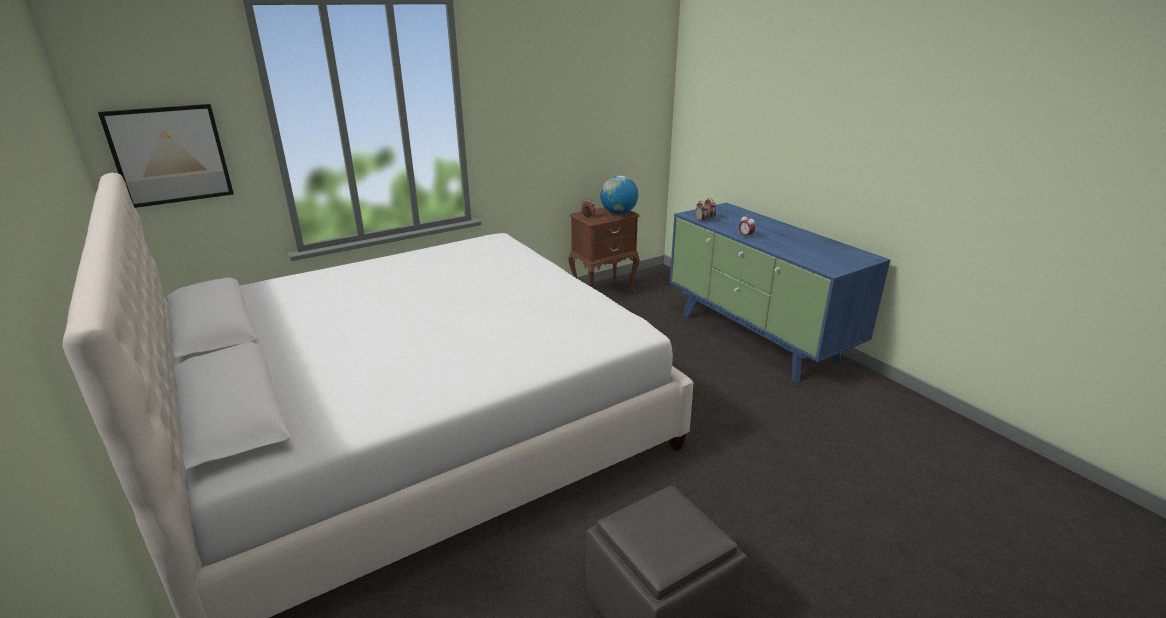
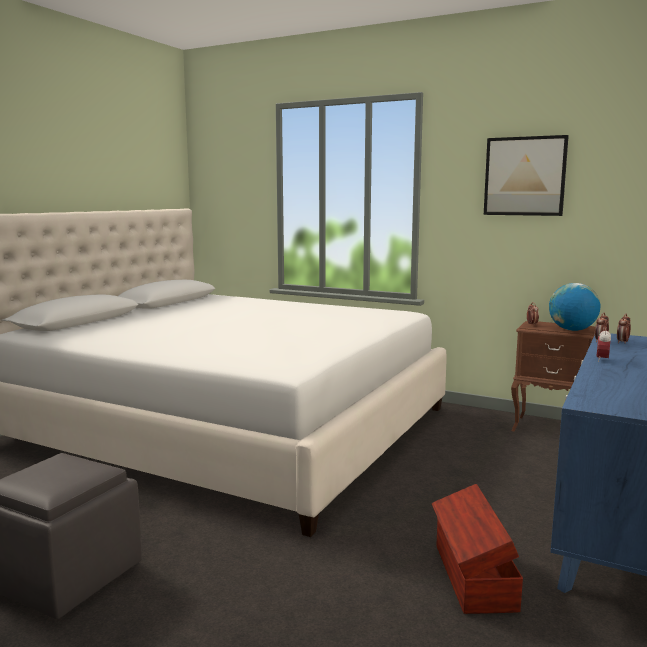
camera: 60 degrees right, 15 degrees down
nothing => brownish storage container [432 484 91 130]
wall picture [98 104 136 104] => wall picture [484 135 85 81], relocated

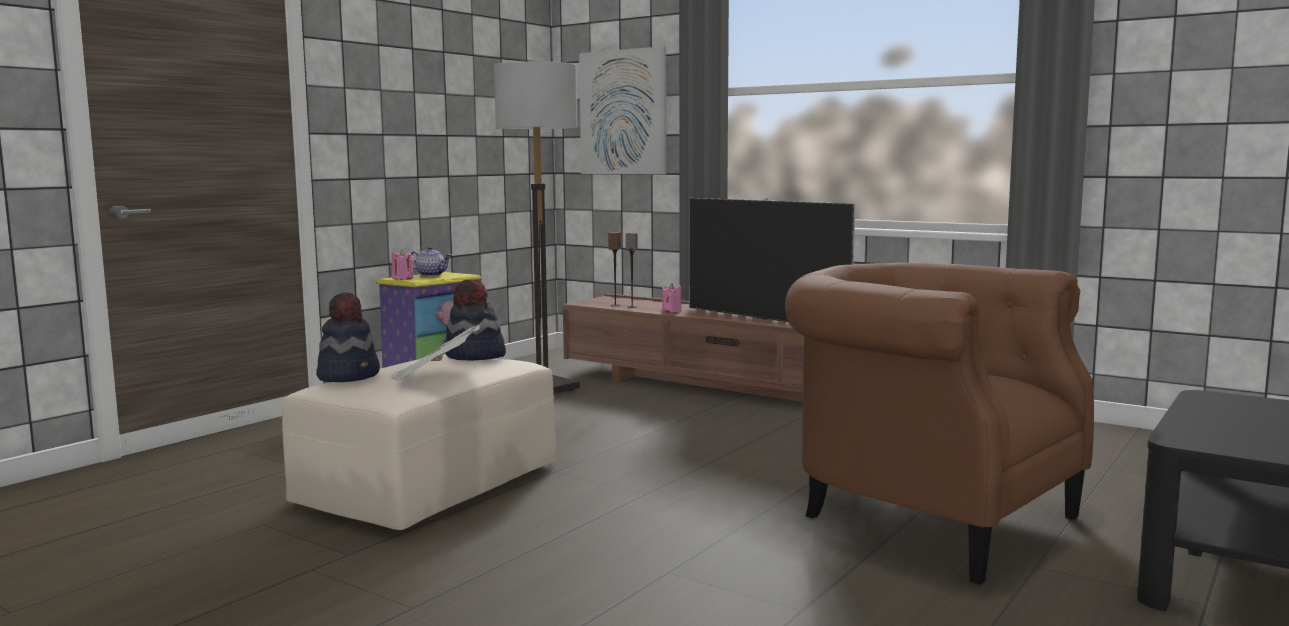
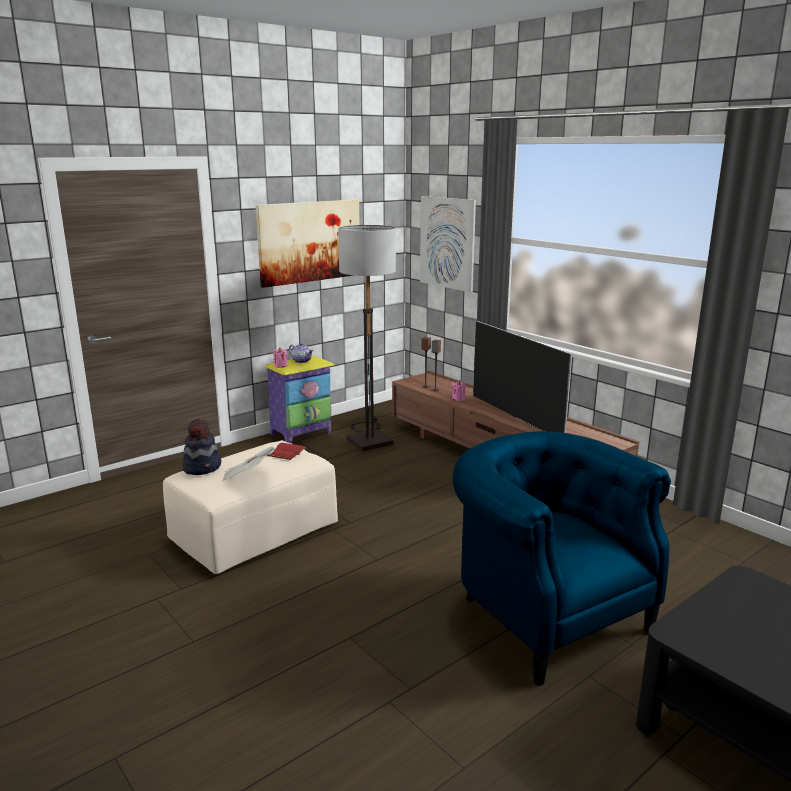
camera: 15 degrees right, 10 degrees up
nothing => wall picture [256 199 104 89]
clothing hat [445 280 61 80] => red-coloured bound book [267 443 40 17]
brownish armchair [785 263 309 322] => blue armchair [453 431 218 255]

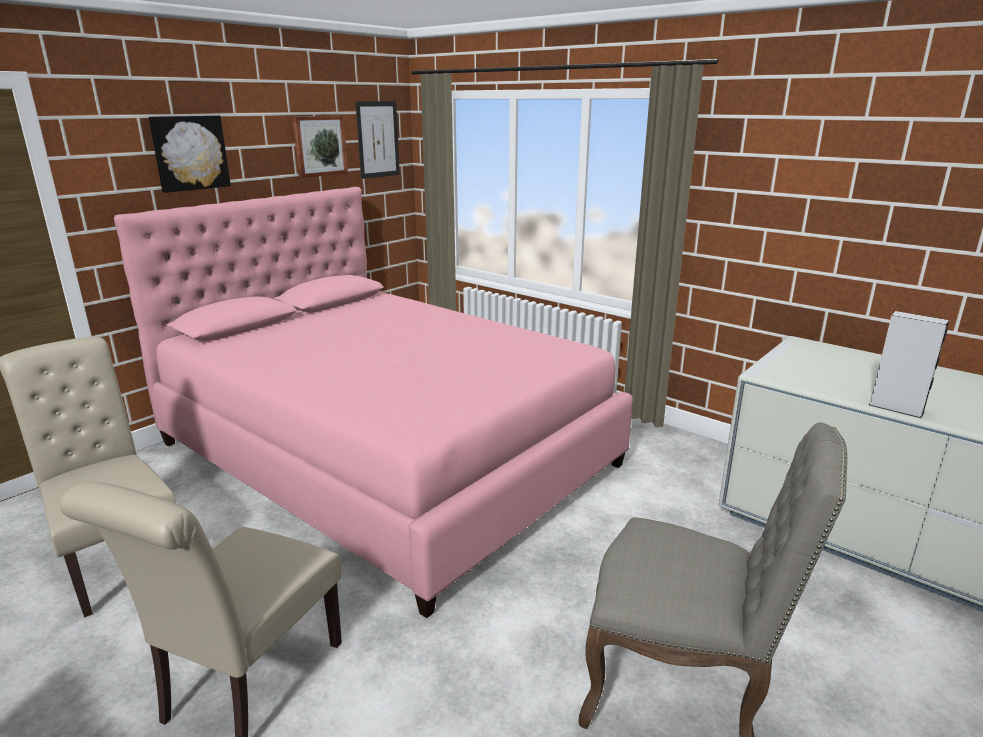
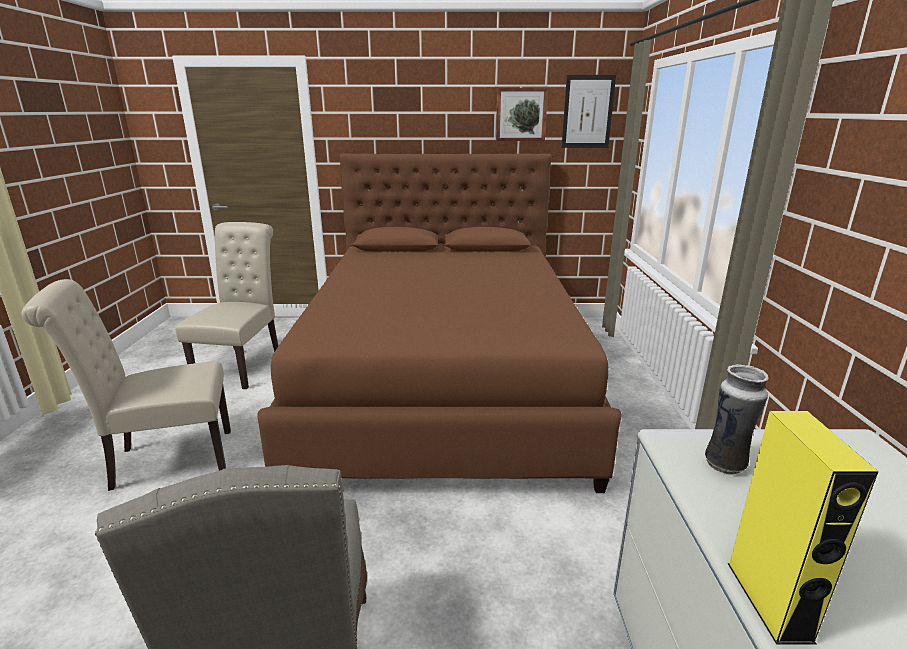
camera: 50 degrees right, 0 degrees up
wall picture [149 116 82 77] => nothing
nothing => decorative vase [705 364 64 110]
pink-coloured sleeping bed [114 187 519 431] => brownish sleeping bed [257 153 364 340]
gray audio speaker [869 311 80 107] => yellow audio speaker [727 411 152 234]

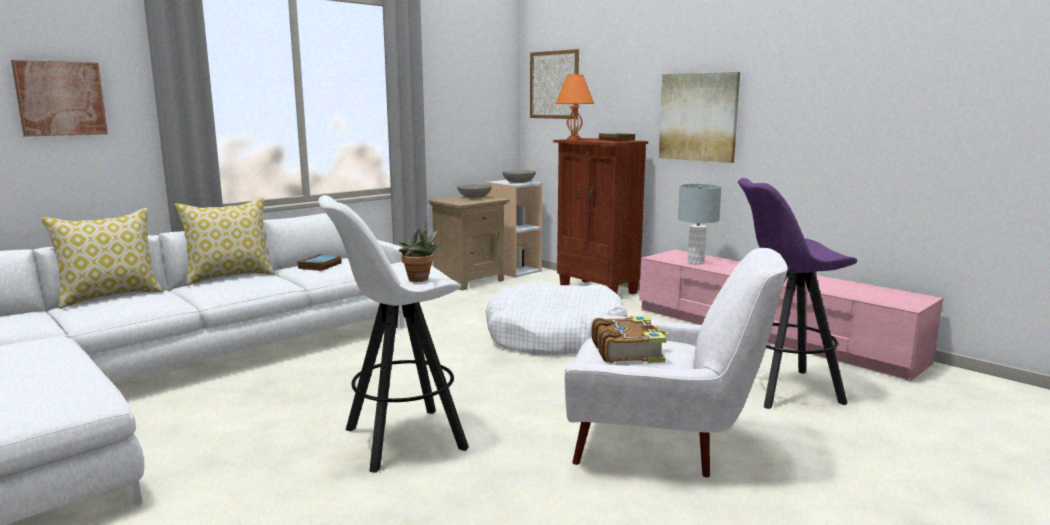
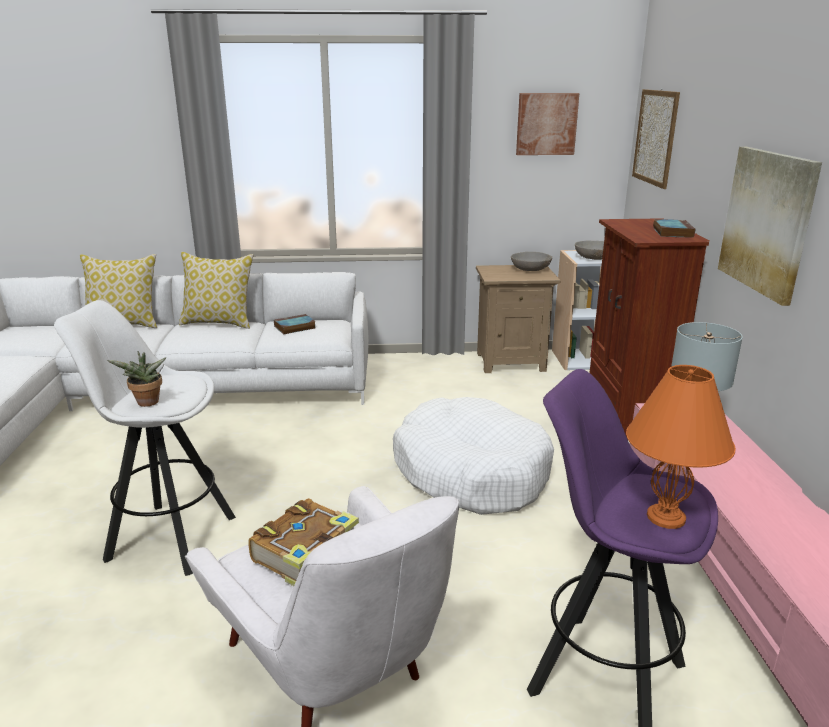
camera: 40 degrees right, 10 degrees up
wall picture [11 60 97 77] => wall picture [516 93 63 62], relocated
orangey lamp for a table [555 73 40 67] => orangey lamp for a table [626 365 110 164], relocated

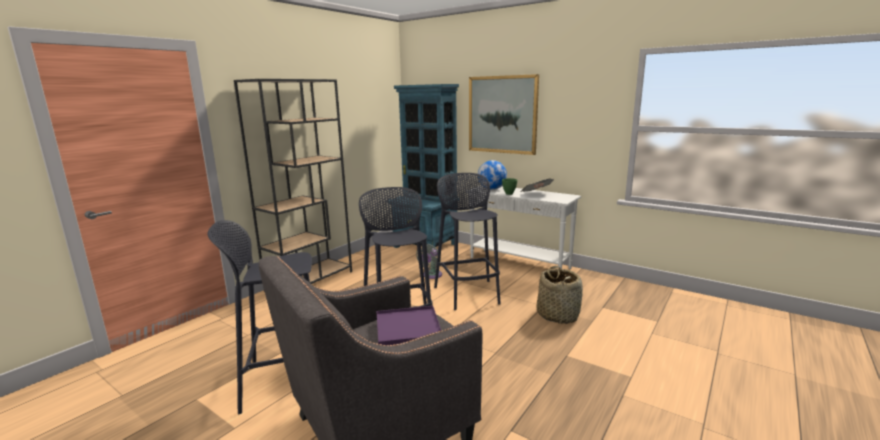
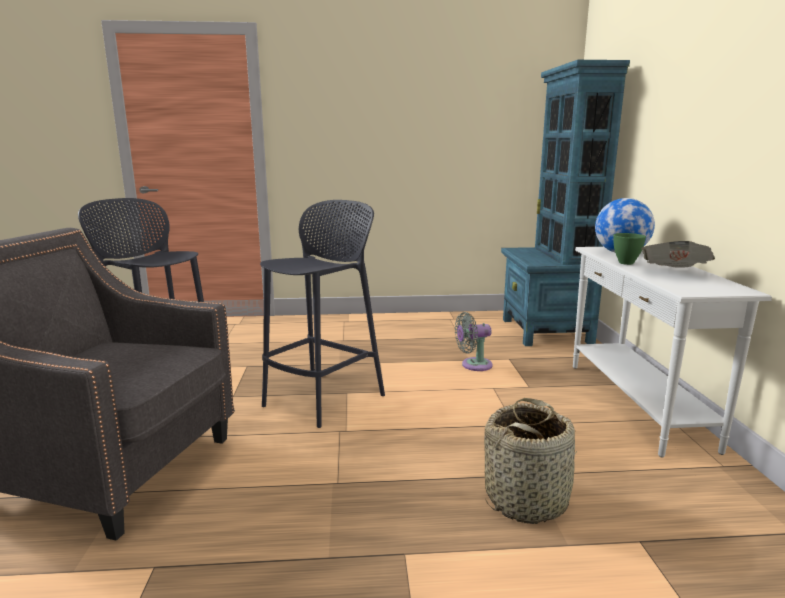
camera: 50 degrees right, 0 degrees up
bookshelf [234 79 118 213] => nothing
purple-coloured tray [376 306 65 39] => nothing
gray stool [434 173 67 137] => nothing
wall picture [469 74 70 81] => nothing

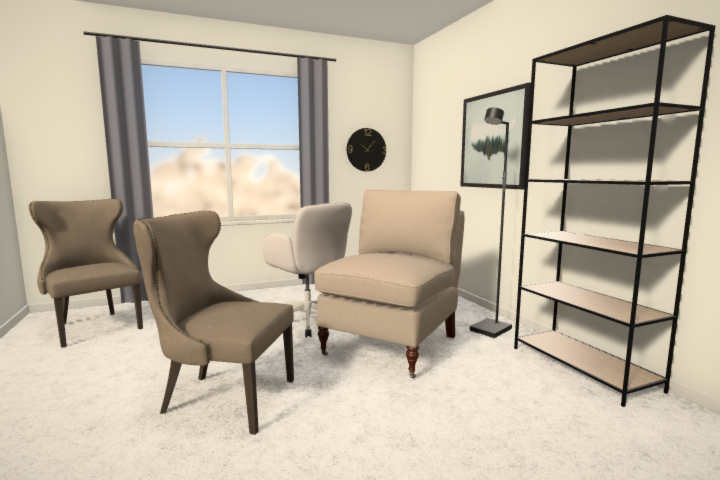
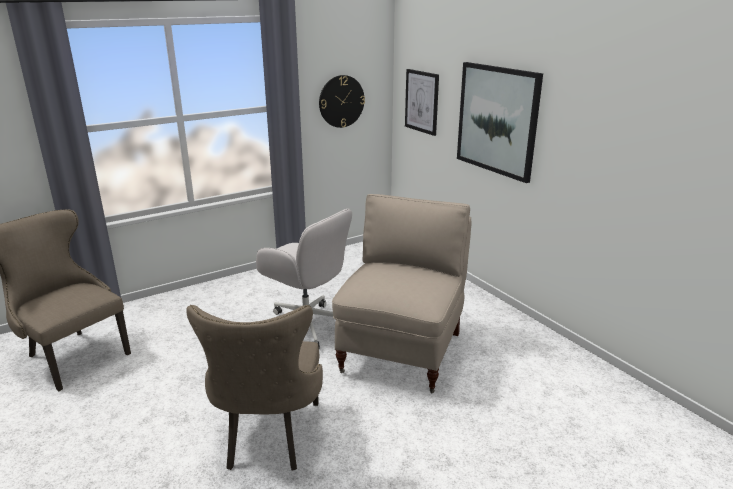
camera: 10 degrees left, 15 degrees up
blackish floor lamp [470 108 42 230] => nothing
sand-coloured bookshelf [514 15 201 392] => nothing
nothing => wall picture [405 69 34 67]
sand-coloured plain chair [133 211 161 224] => sand-coloured plain chair [186 305 137 166], 90 degrees counterclockwise

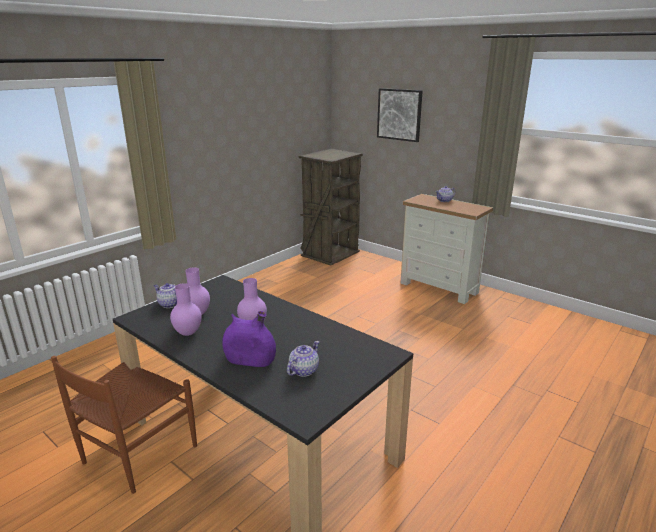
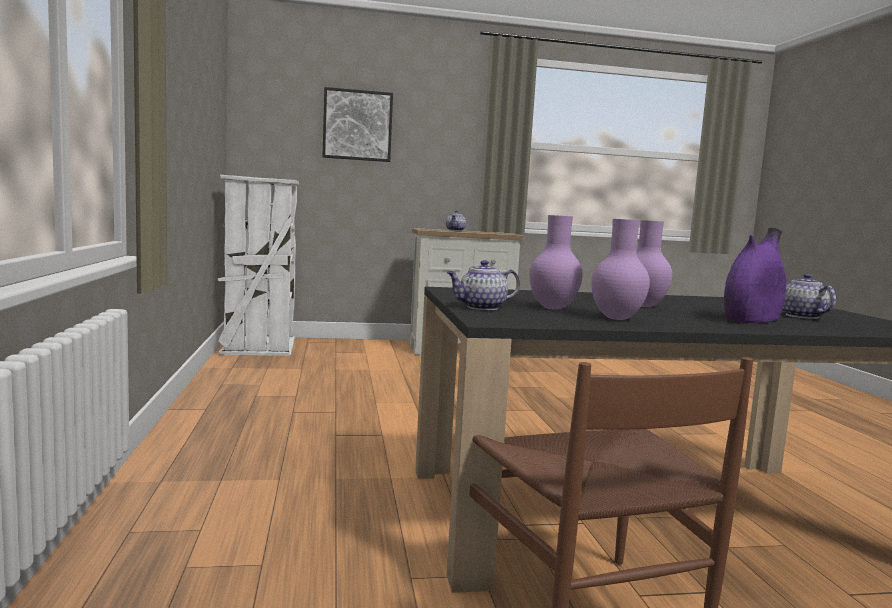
camera: 50 degrees left, 15 degrees down
brownish bookshelf [298 149 65 117] => white-coloured bookshelf [218 175 81 181]

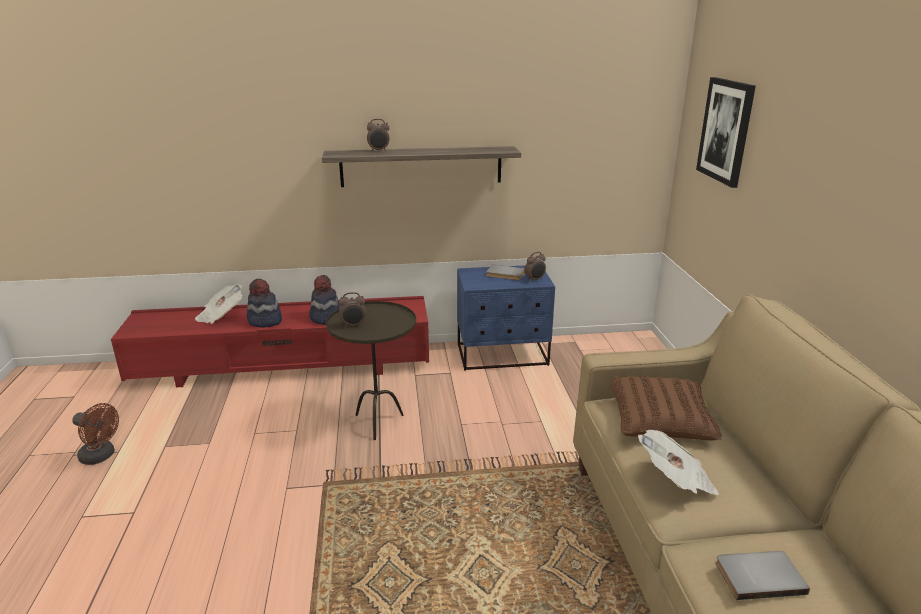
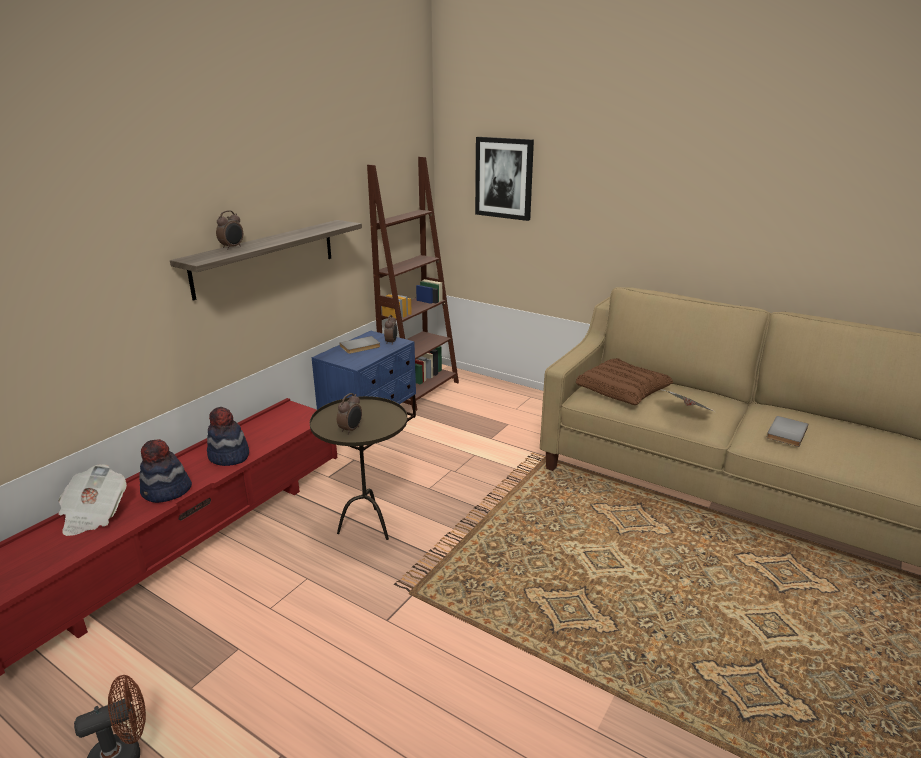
camera: 50 degrees left, 0 degrees up
nothing => brownish bookshelf [367 157 92 254]

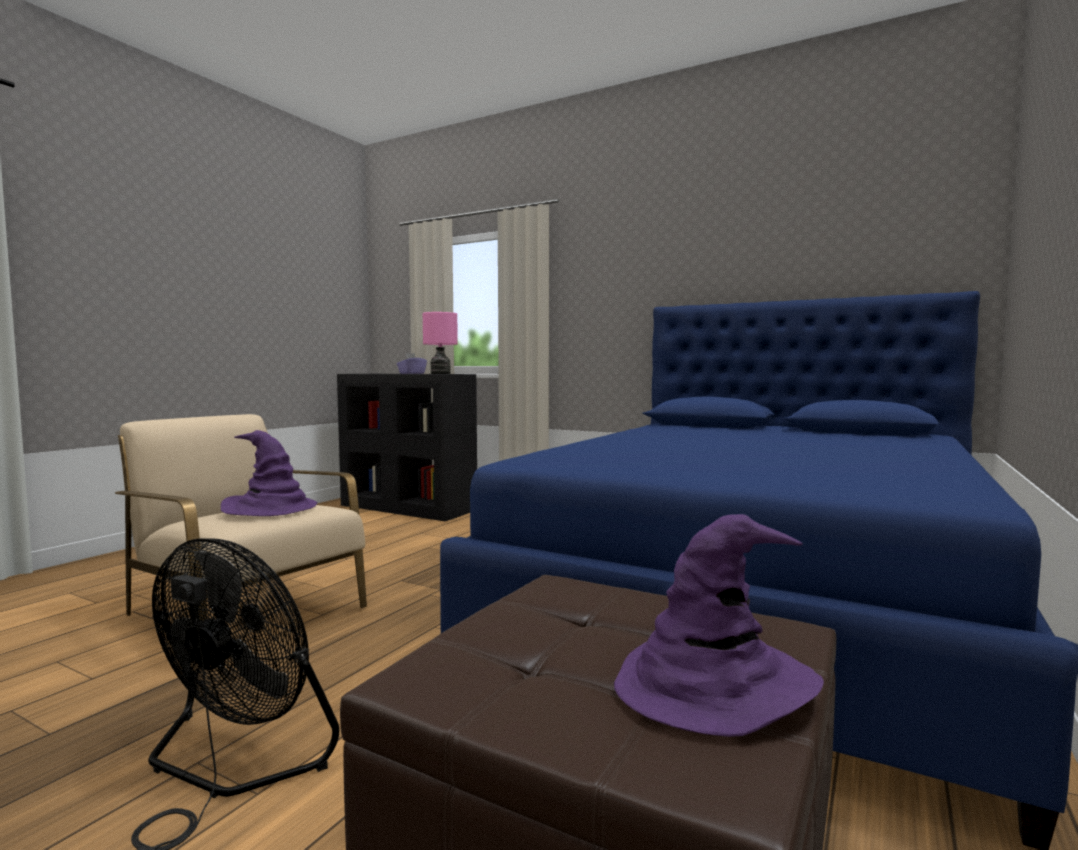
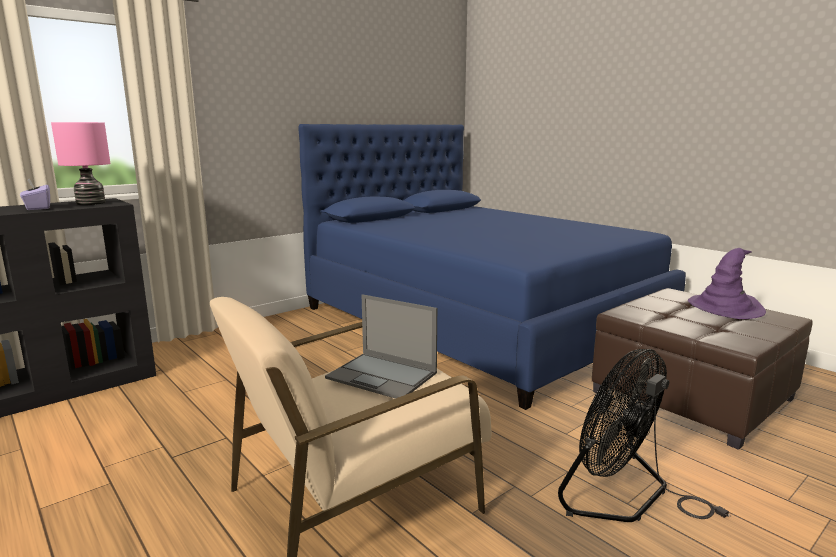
camera: 70 degrees left, 10 degrees up
purple-coloured clothing hat [221 430 97 86] => notebook computer [325 294 112 105]

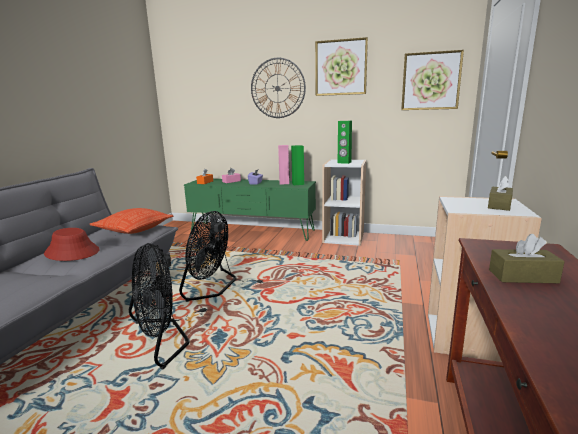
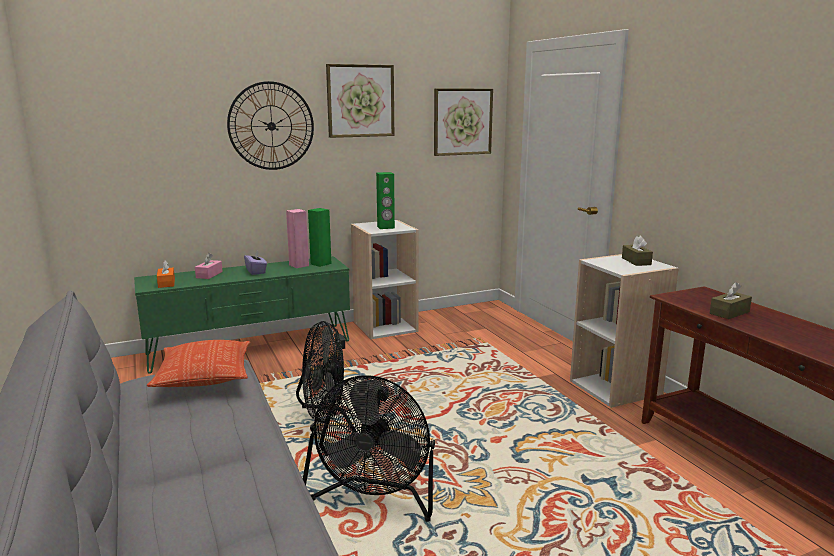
camera: 40 degrees left, 0 degrees up
red-coloured clothing hat [44 228 56 33] => nothing

